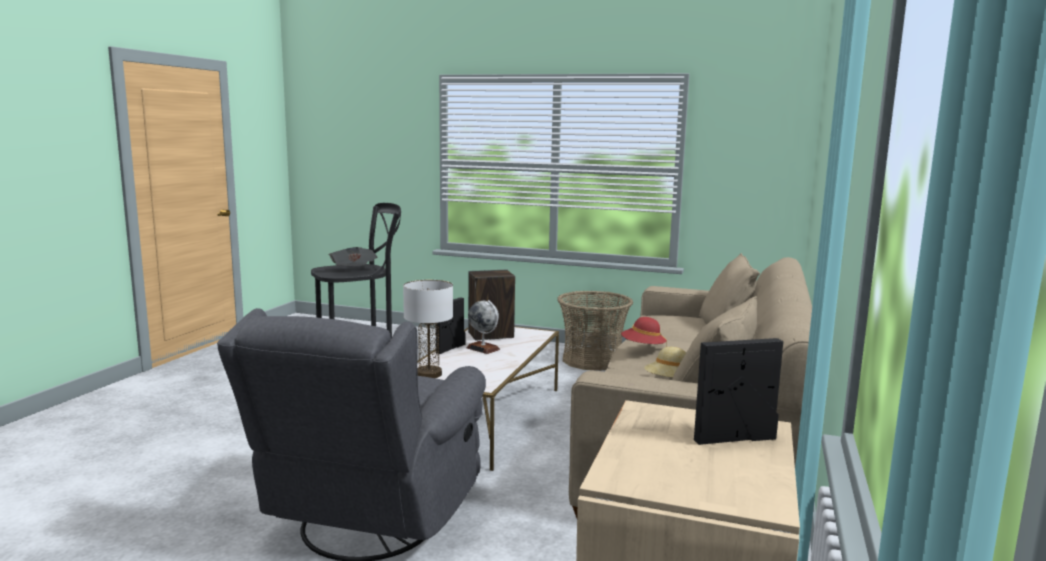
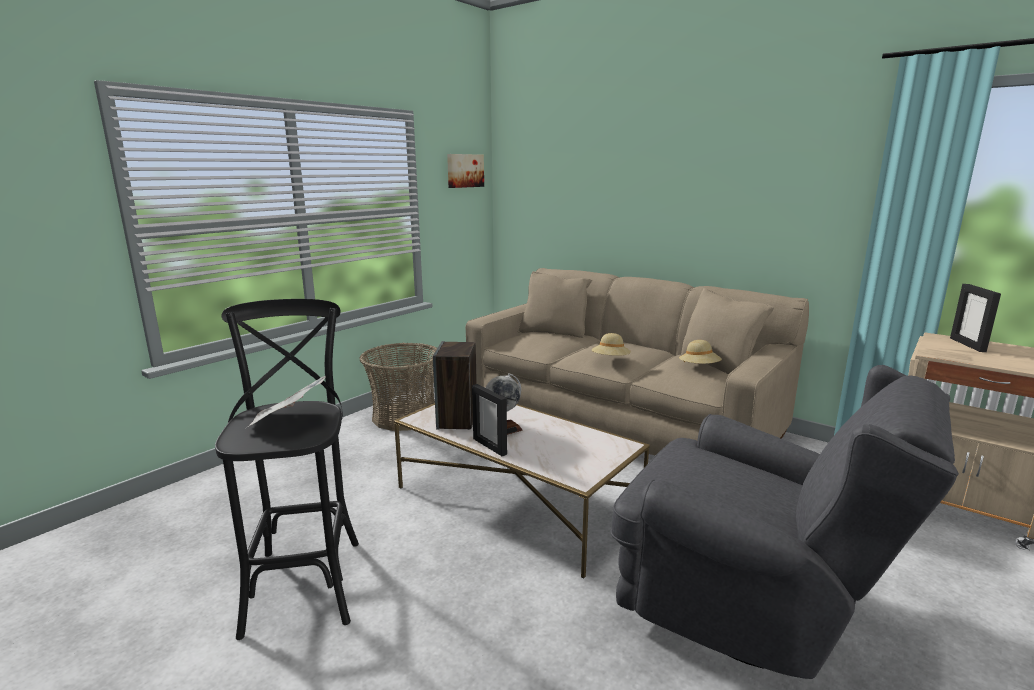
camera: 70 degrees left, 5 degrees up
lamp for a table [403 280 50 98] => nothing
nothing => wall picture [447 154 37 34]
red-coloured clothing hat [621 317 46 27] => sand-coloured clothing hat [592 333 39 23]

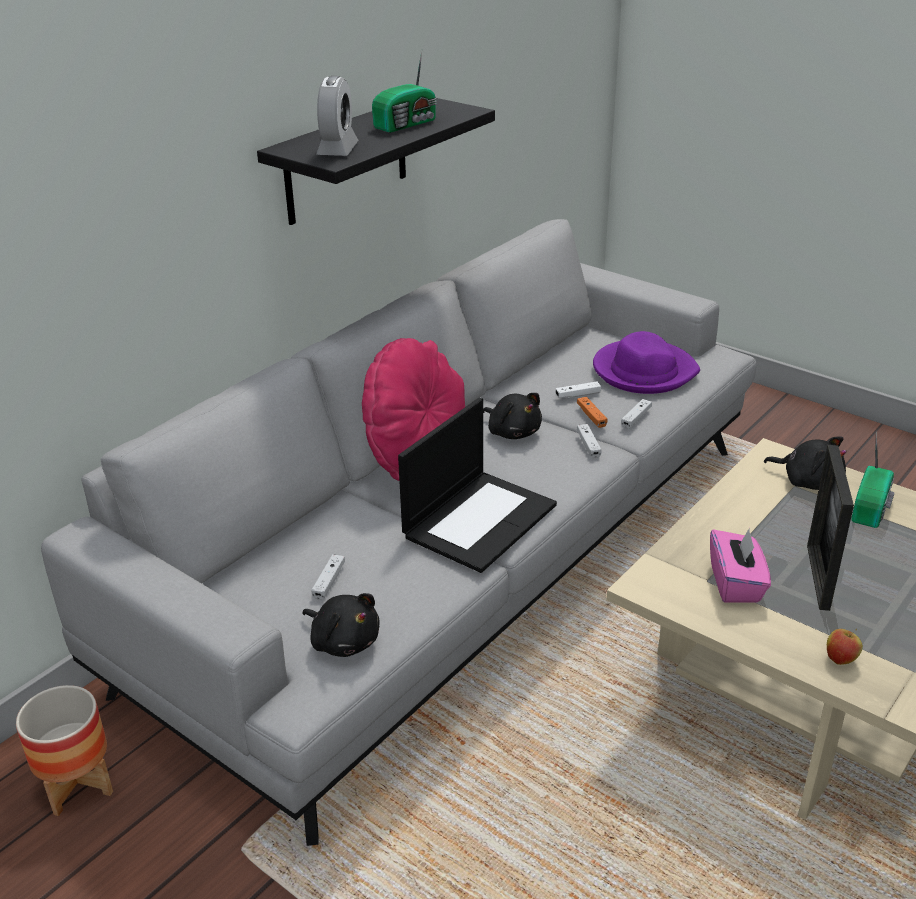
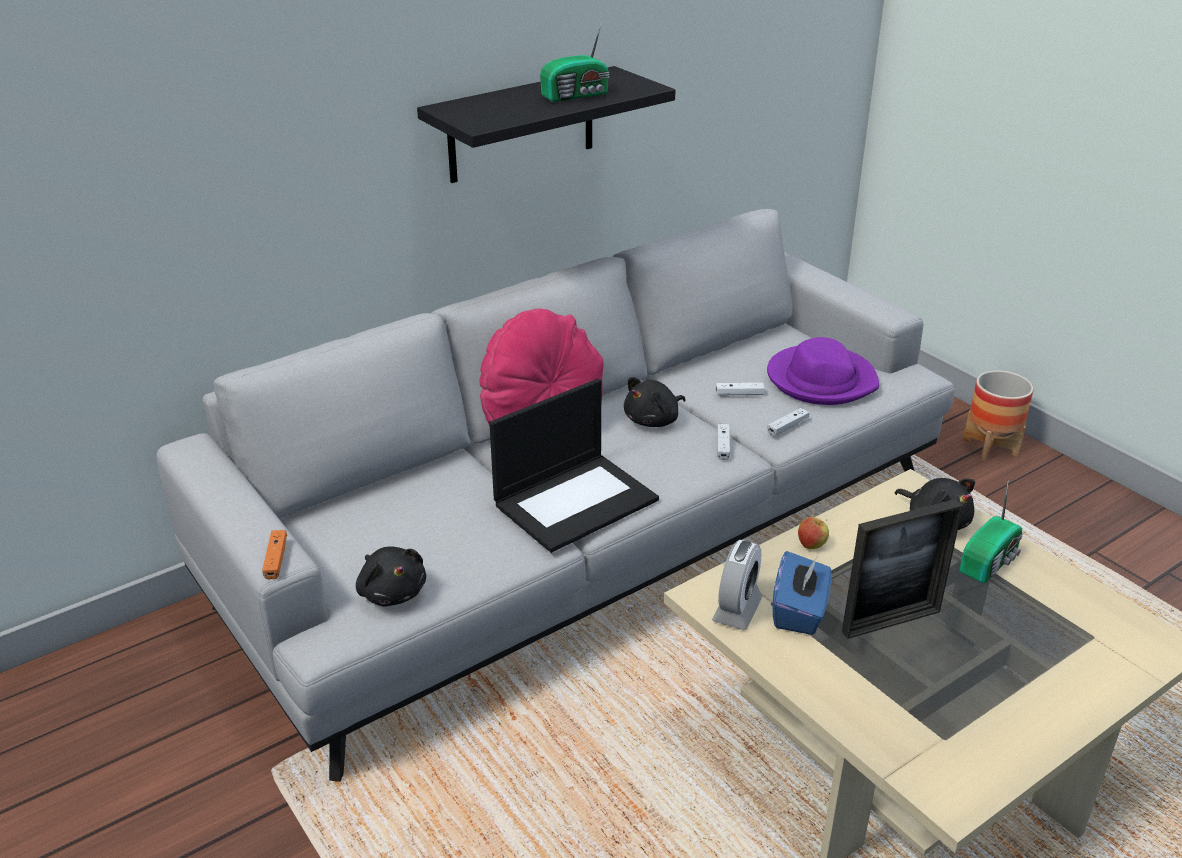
camera: 15 degrees right, 0 degrees up
white-coloured game controller [311 554 34 46] => nothing
plant pot [16 685 97 131] => plant pot [963 370 70 91], relocated
table clock [316 76 42 80] => table clock [712 540 51 90], relocated
orangey game controller [577 397 30 31] => orangey game controller [262 530 25 49], relocated
apple [827 629 36 36] => apple [798 517 31 32], relocated
pink-coloured box of tissues [710 528 61 75] => blue box of tissues [773 551 59 84]
blackish plush toy [483 393 59 46] => blackish plush toy [624 377 62 50], 75 degrees clockwise
standing frame [807 445 47 166] => standing frame [842 499 121 140], 135 degrees counterclockwise

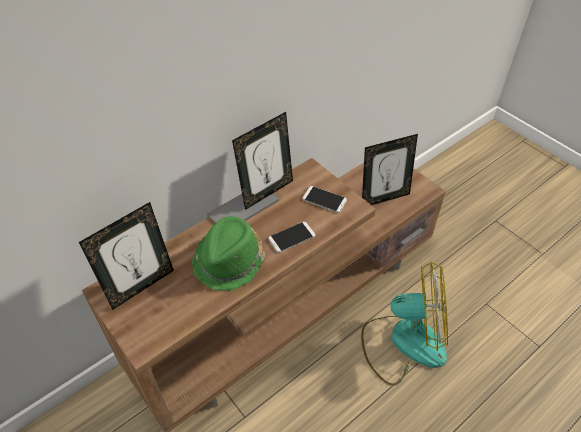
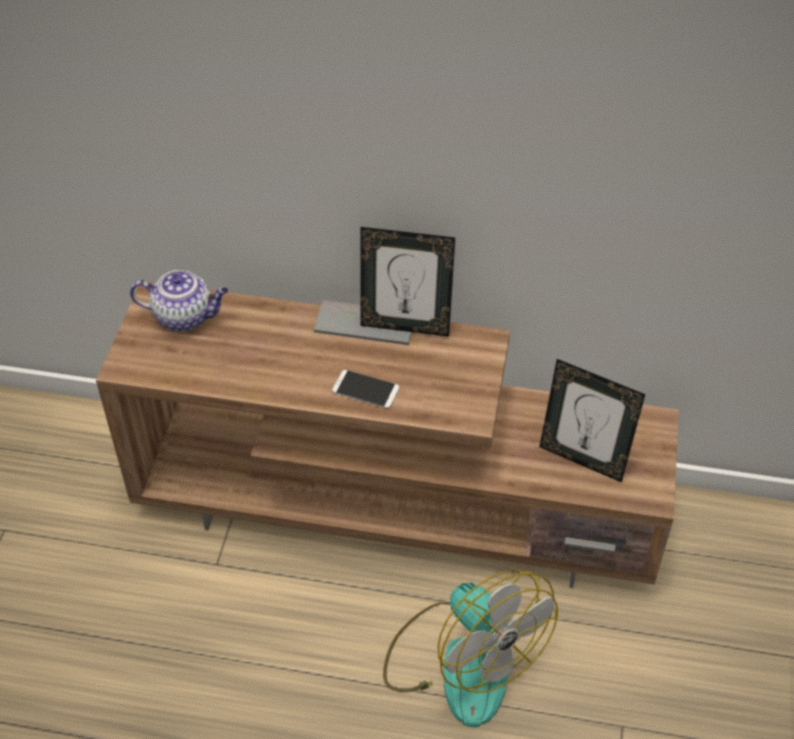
camera: 50 degrees right, 0 degrees up
green-coloured clothing hat [192 216 73 75] => nothing
phone [302 186 45 27] => nothing
standing frame [79 202 95 108] => tea pot [130 270 99 62]

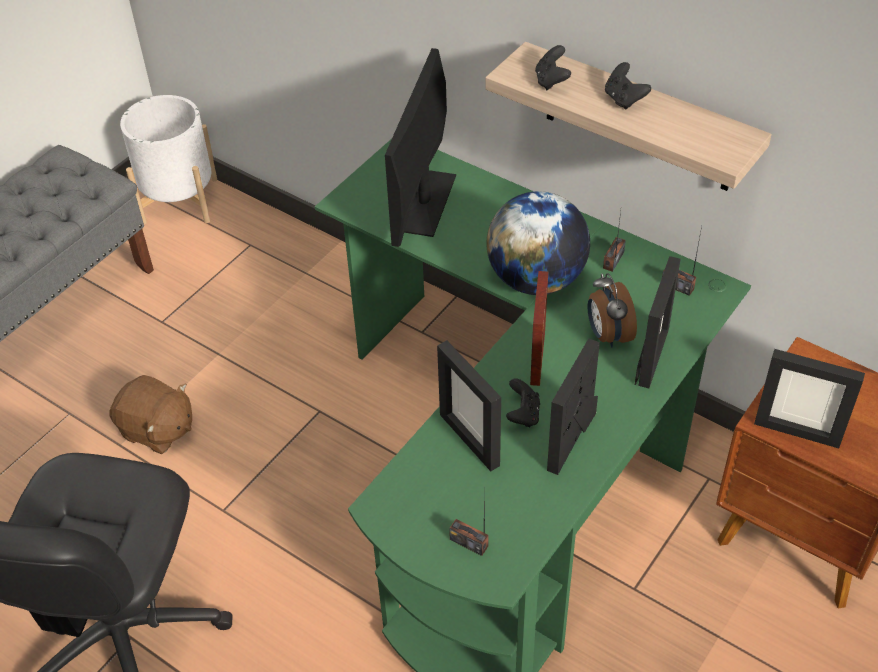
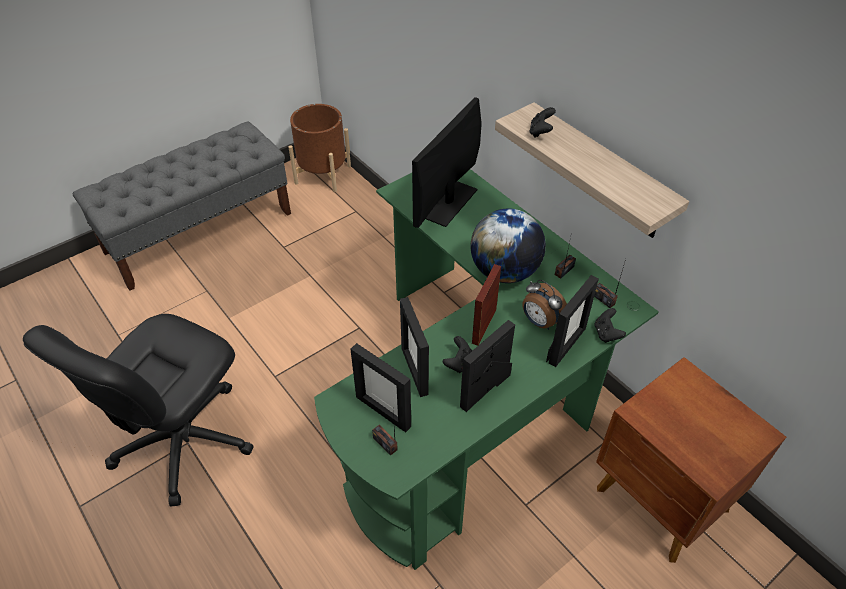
camera: 15 degrees right, 0 degrees up
brownish plush toy [110 375 82 79] => nothing
blackish game controller [605 62 46 48] => blackish game controller [595 308 31 35], relocated
standing frame [754 349 111 99] => standing frame [350 343 61 89], relocated
white-coloured plant pot [120 95 97 129] => brownish plant pot [288 104 63 88]
table clock [588 273 49 75] => table clock [522 280 45 50], 45 degrees counterclockwise

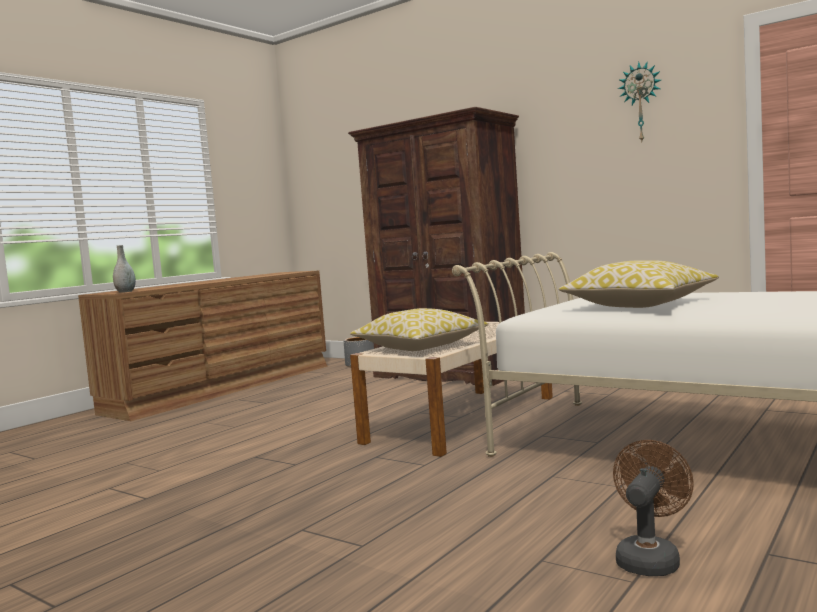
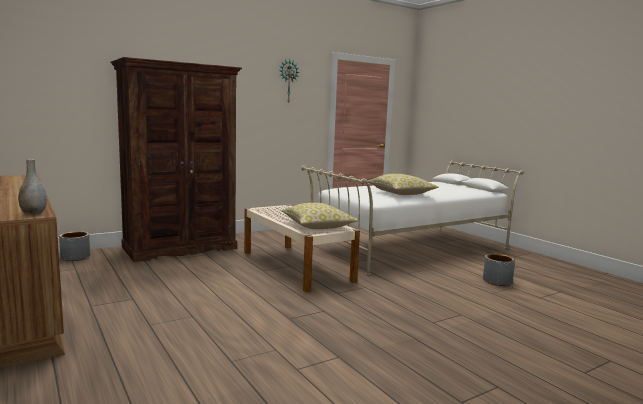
camera: 70 degrees left, 5 degrees up
brownish electric fan [613 440 81 136] => gray plant pot [483 254 32 32]

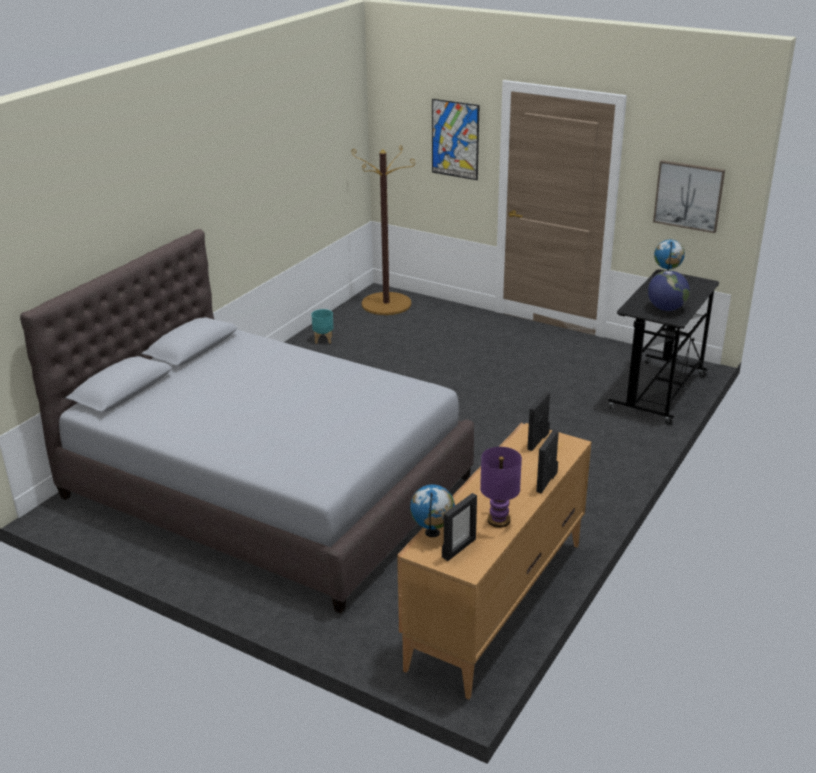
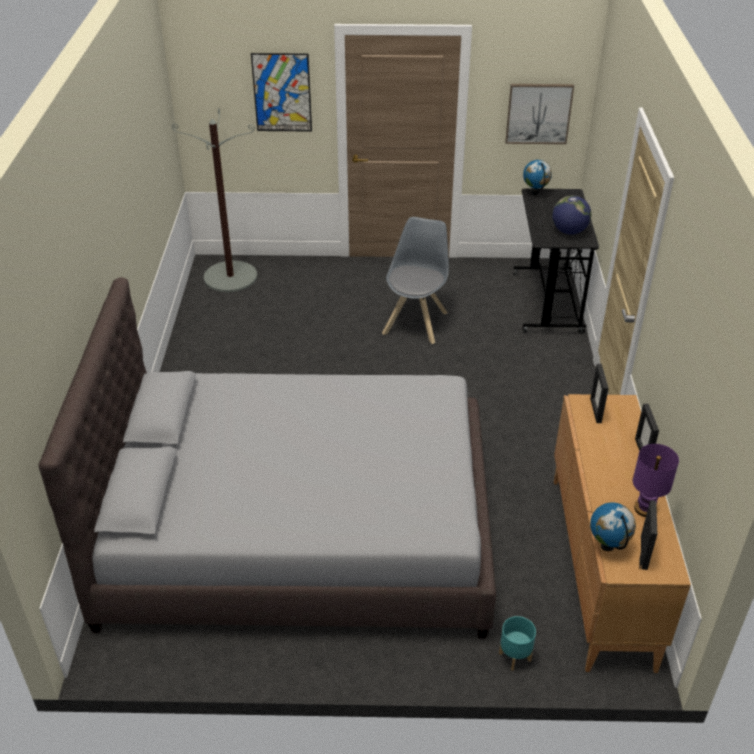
camera: 30 degrees left, 10 degrees up
nothing => gray plain chair [382 217 67 127]
blue-green plant pot [311 309 23 35] => blue-green plant pot [499 616 37 55], relocated
brownish garment rack [352 145 63 170] => gray garment rack [172 108 85 184]

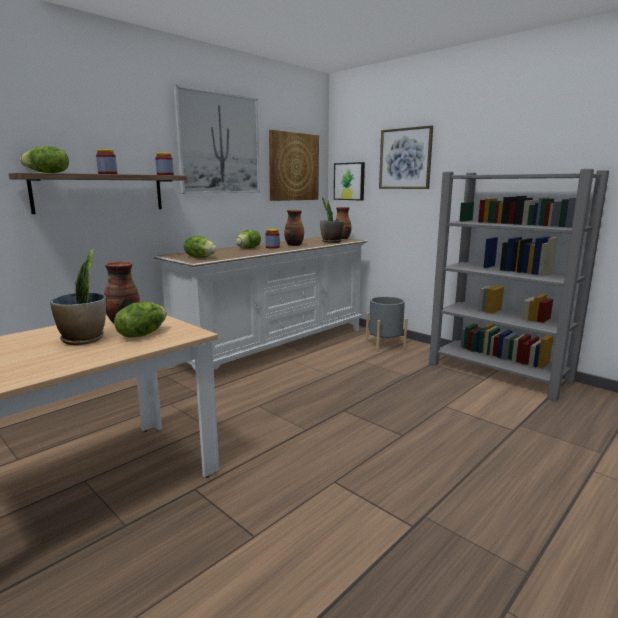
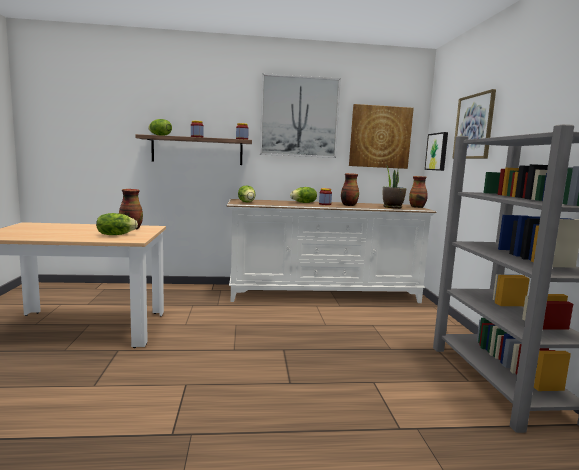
camera: 40 degrees right, 5 degrees down
plant in a pot [50 248 56 97] => nothing
gray plant pot [366 297 42 55] => nothing

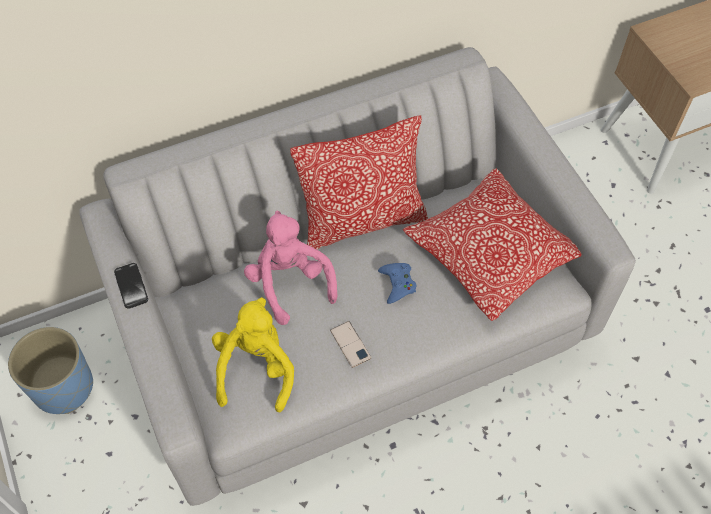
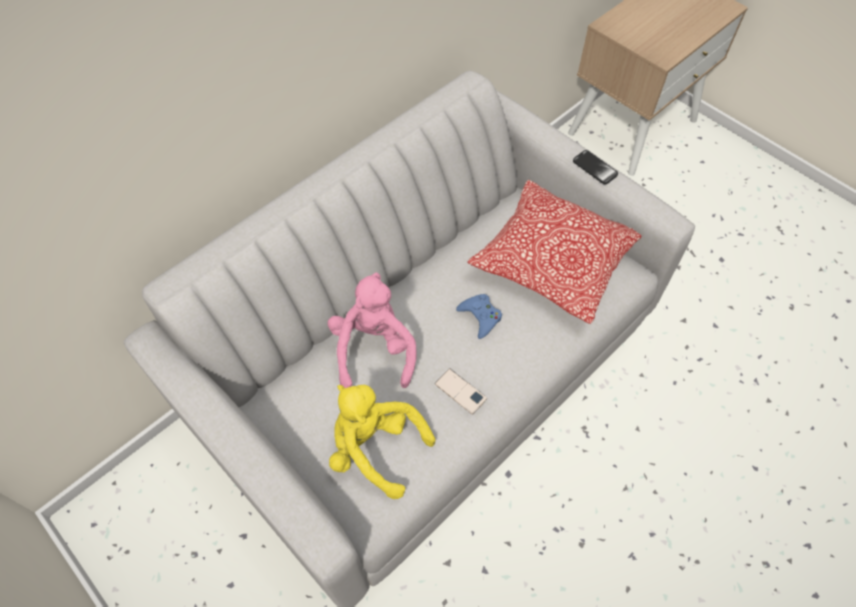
camera: 20 degrees left, 0 degrees up
blue plant pot [8 327 85 87] => nothing
cushion [290 115 138 134] => nothing
phone [114 263 34 46] => phone [573 150 45 35], relocated
yellow plush toy [212 297 82 115] => yellow plush toy [329 385 106 114], 45 degrees counterclockwise
pink-coloured plush toy [244 210 94 115] => pink-coloured plush toy [327 272 89 116], 45 degrees clockwise

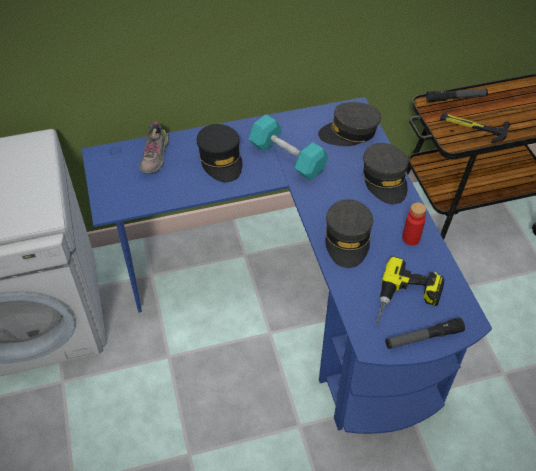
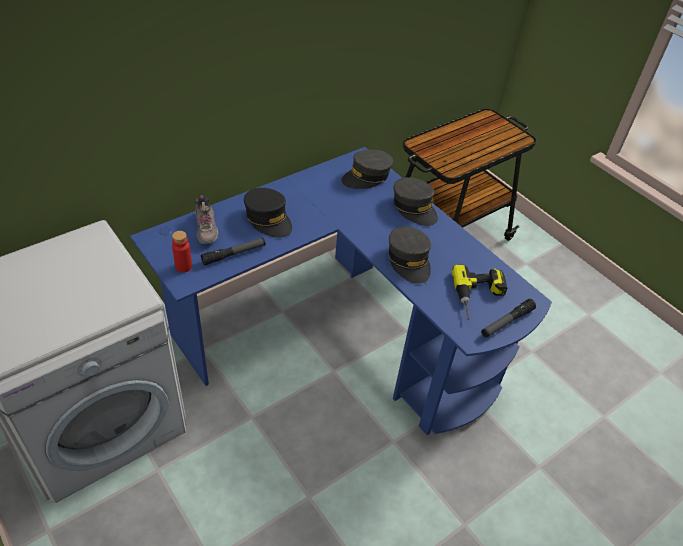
camera: 25 degrees left, 5 degrees down
blue-green dumbbell [248 115 80 65] => nothing
hammer [440 113 70 30] => nothing
red-coloured bottle [402 202 24 43] => red-coloured bottle [172 231 20 41], relocated
hand torch [426 88 62 15] => hand torch [201 238 65 28], relocated

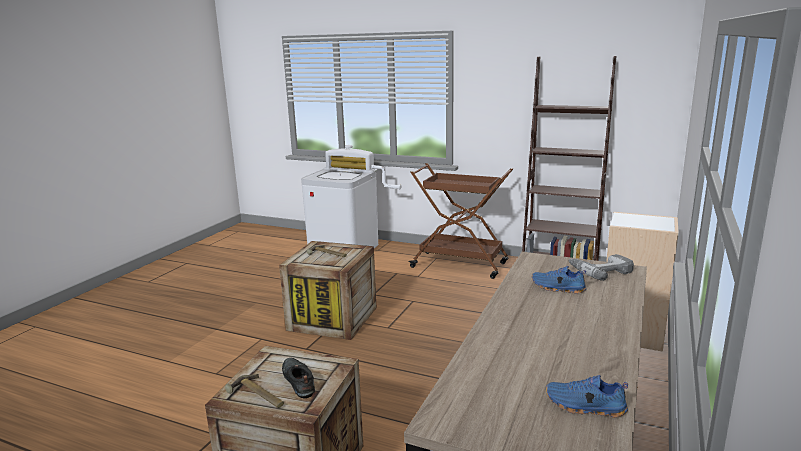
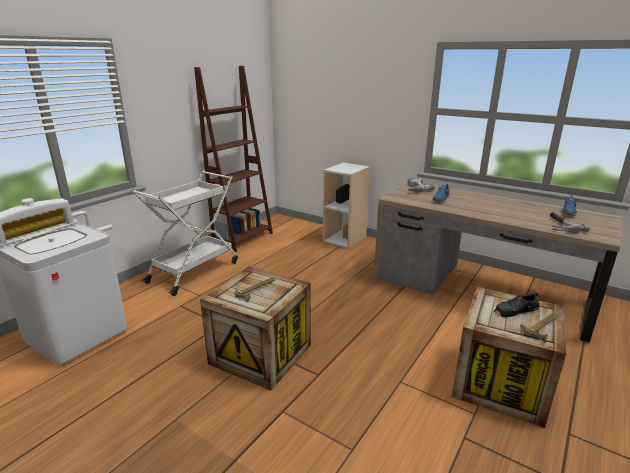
camera: 80 degrees left, 5 degrees up
nothing => hammer [550 212 39 21]
brownish trolley [407 163 106 116] => white-coloured trolley [131 170 107 126]

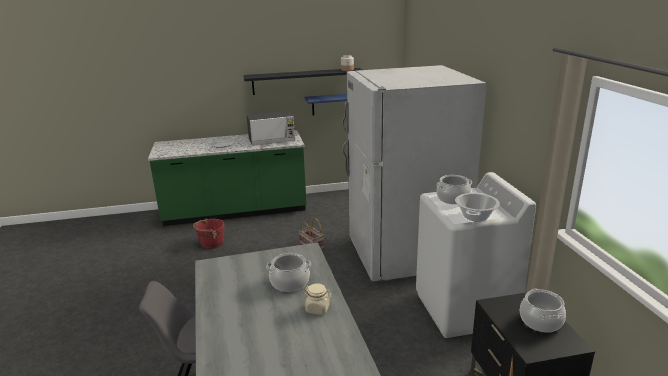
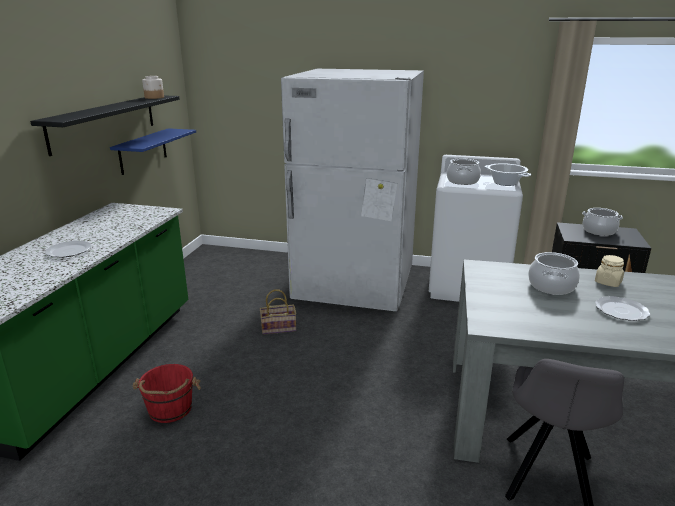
camera: 65 degrees left, 0 degrees up
kitchen microwave [247 111 48 35] => nothing
nothing => flat dish [595 296 55 25]

